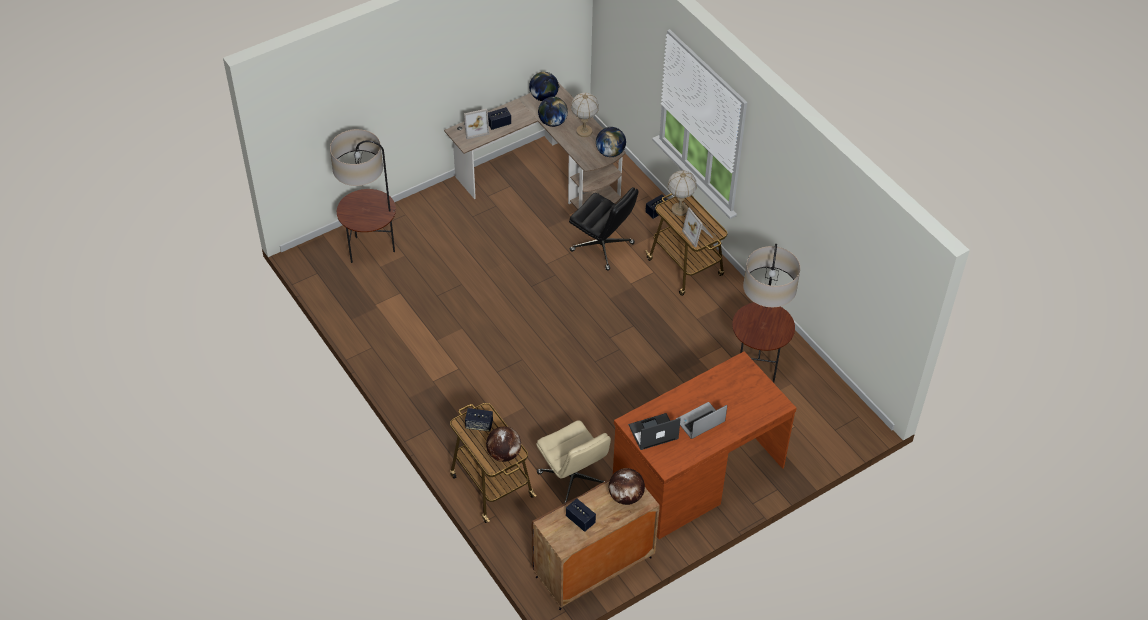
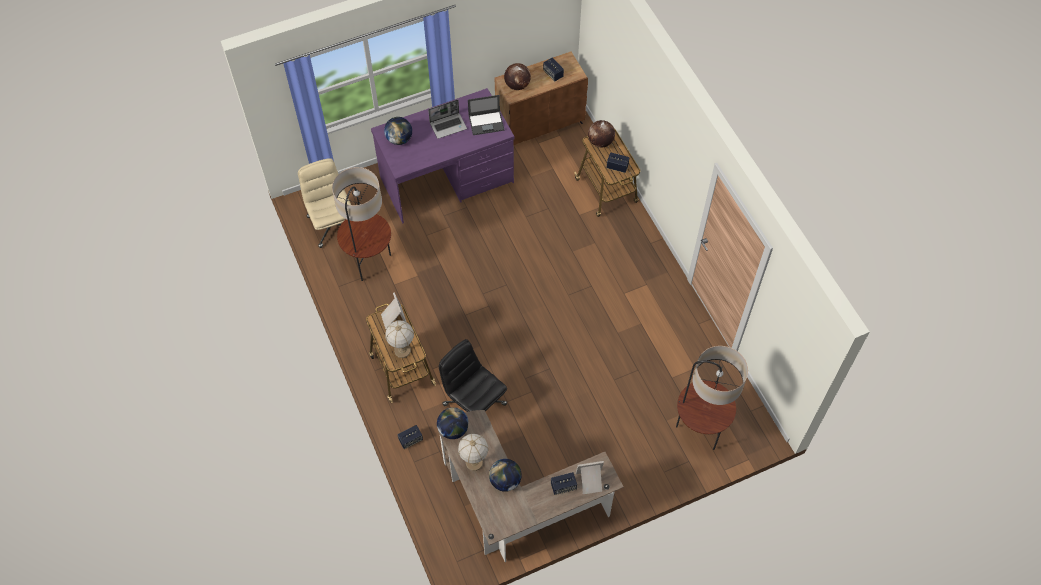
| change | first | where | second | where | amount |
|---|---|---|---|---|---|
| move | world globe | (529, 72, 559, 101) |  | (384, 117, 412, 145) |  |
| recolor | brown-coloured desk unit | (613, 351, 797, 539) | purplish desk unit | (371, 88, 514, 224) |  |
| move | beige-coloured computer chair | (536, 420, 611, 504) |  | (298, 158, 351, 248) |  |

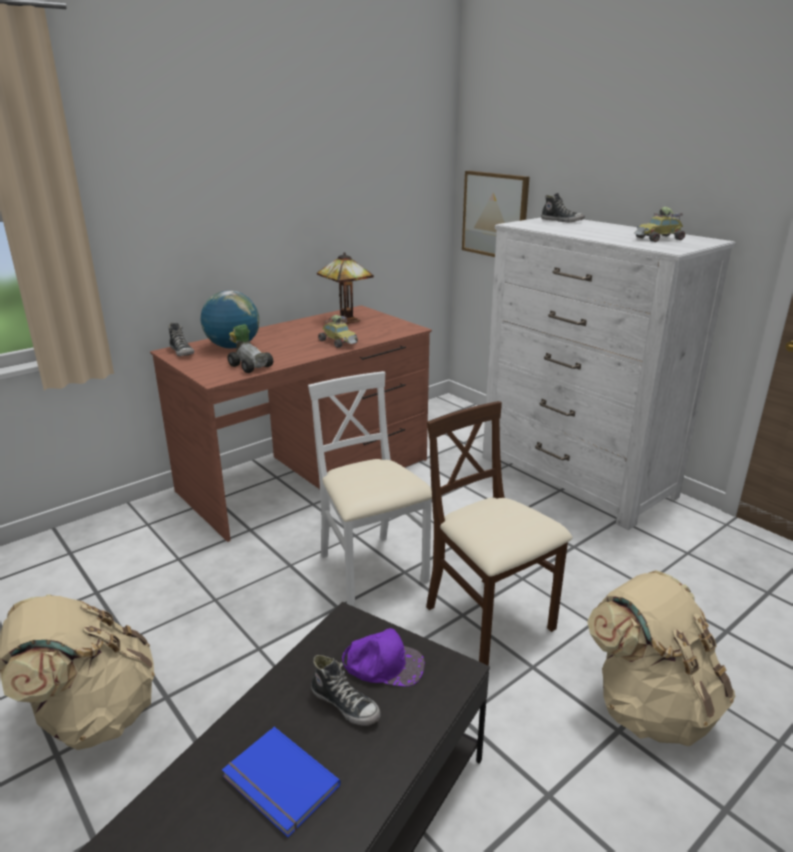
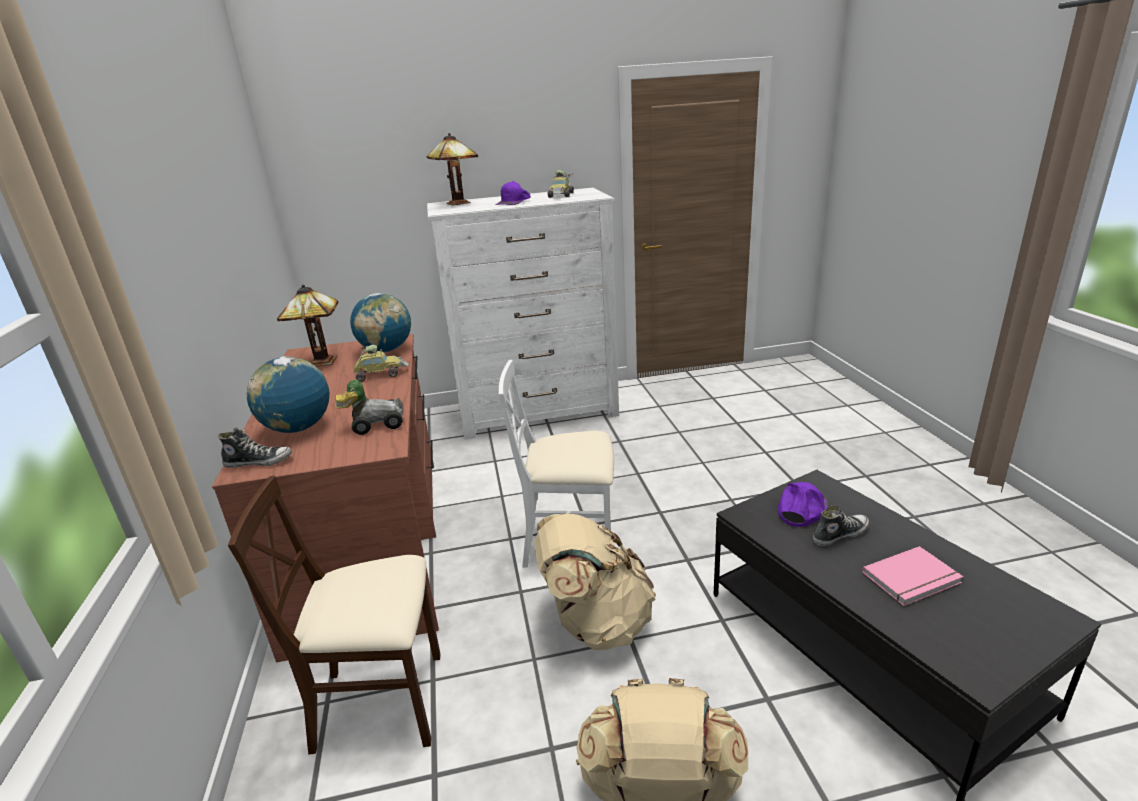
| change | first | where | second | where | amount |
|---|---|---|---|---|---|
| delete | picture | (462, 171, 529, 257) |  |  |  |
| replace | low shoe | (541, 193, 585, 223) | table lamp | (426, 133, 478, 206) |  |
| move | beige-coloured plain chair | (426, 401, 572, 666) |  | (228, 476, 441, 755) |  |
| move | beige-coloured knapsack | (587, 570, 735, 746) |  | (534, 513, 656, 650) |  |
| recolor | bluish book | (222, 727, 341, 837) | pinkish book | (862, 546, 963, 606) |  |
| insert |  |  | purplish peaked cap | (495, 181, 531, 205) |  |
| insert |  |  | world globe | (350, 293, 411, 352) |  |

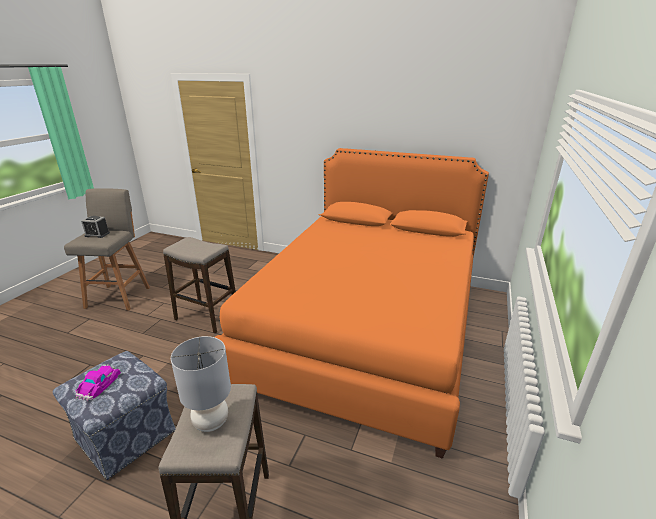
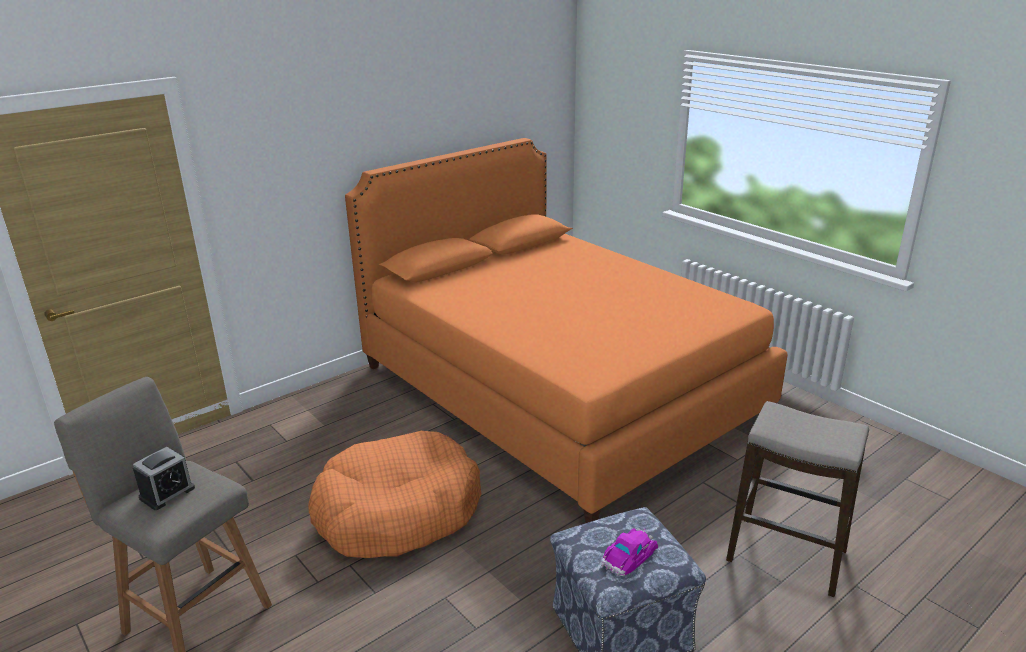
| change | first | where | second | where | amount |
|---|---|---|---|---|---|
| replace | stool seat | (163, 237, 236, 333) | orange pet bed | (308, 431, 482, 558) |  |
| delete | grey table lamp | (171, 336, 231, 432) |  |  |  |
| rotate | toy car | (75, 363, 121, 401) |  | (601, 528, 658, 576) | 90 degrees clockwise |

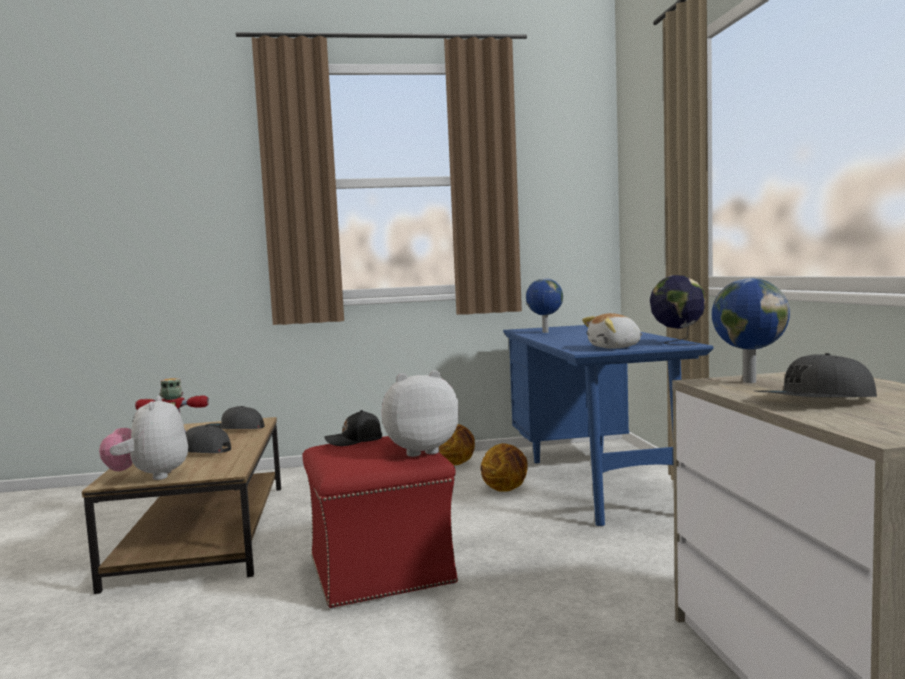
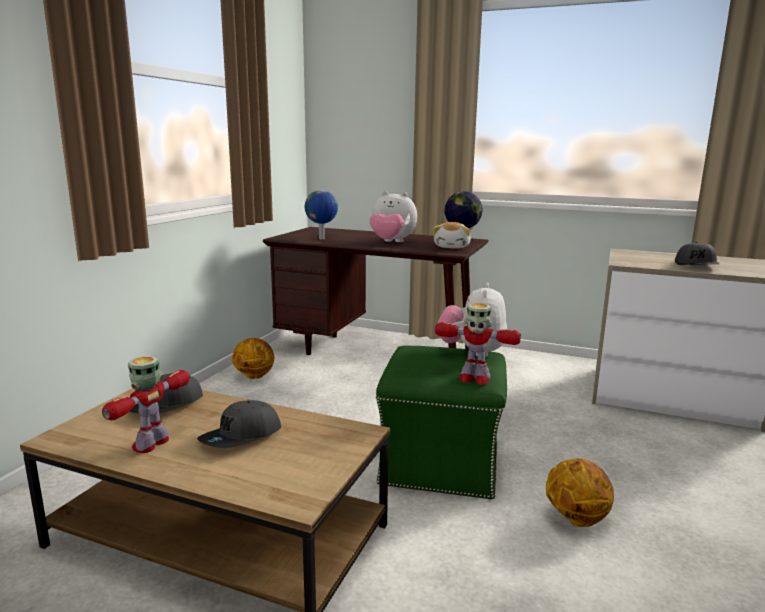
| change | first | where | second | where | amount |
|---|---|---|---|---|---|
| delete | world globe | (711, 278, 790, 383) |  |  |  |
| recolor | bluish desk unit | (503, 325, 714, 526) | brown-coloured desk unit | (263, 227, 489, 355) |  |
| move | soft toy | (99, 396, 188, 480) |  | (370, 191, 417, 242) |  |
| delete | blackish peaked cap | (324, 410, 382, 446) |  |  |  |
| recolor | reddish ottoman | (302, 436, 458, 609) | green-coloured ottoman | (376, 346, 507, 500) |  |
| move | ball for basketball | (480, 443, 528, 492) |  | (546, 458, 614, 527) |  |
| insert |  |  | robot figure | (435, 303, 521, 385) |  |

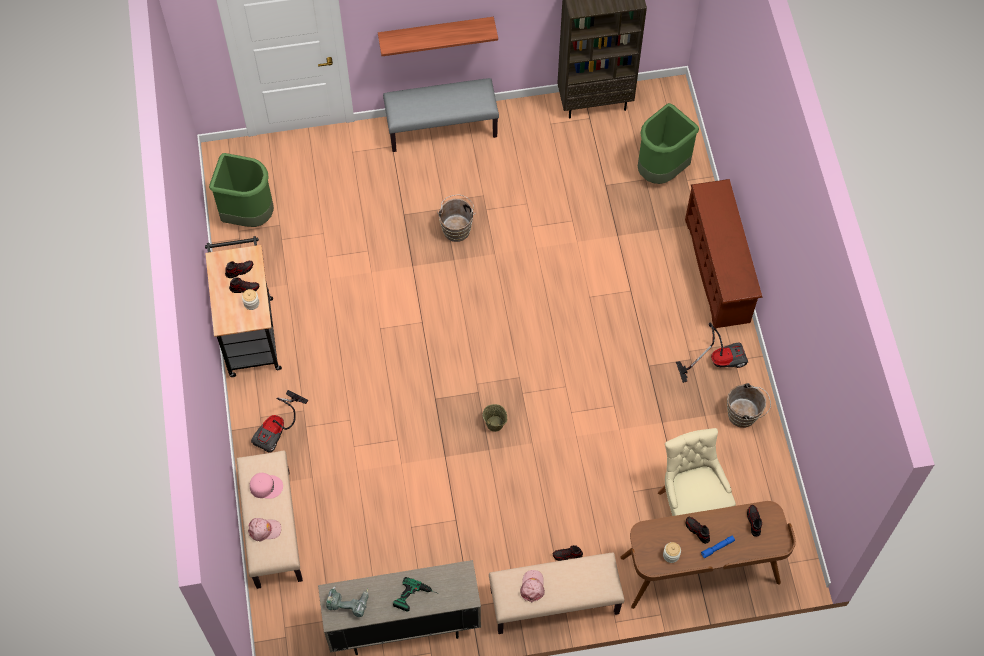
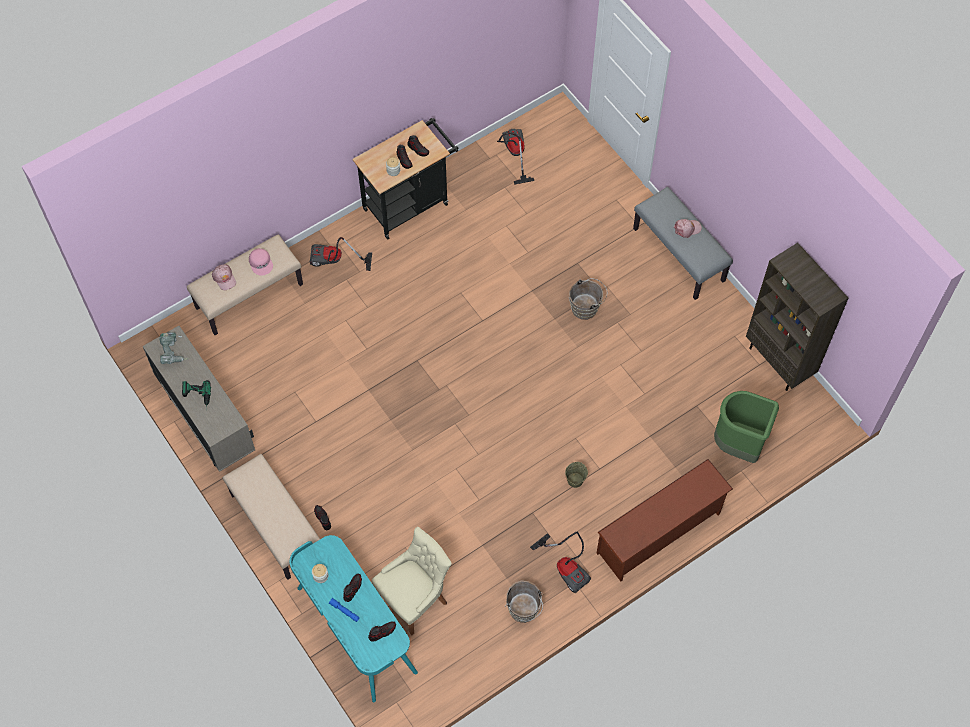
| change | first | where | second | where | amount |
|---|---|---|---|---|---|
| delete | bracket shelf | (378, 17, 498, 56) |  |  |  |
| replace | green-coloured trash can | (209, 153, 274, 227) | vacuum cleaner | (497, 129, 534, 185) |  |
| move | beige-coloured bucket | (483, 404, 507, 432) |  | (565, 462, 588, 488) |  |
| recolor | brown-coloured desk unit | (620, 501, 796, 609) | turquoise-coloured desk unit | (290, 535, 418, 702) |  |
| move | pinkish peaked cap | (520, 570, 545, 603) |  | (674, 219, 702, 238) |  |

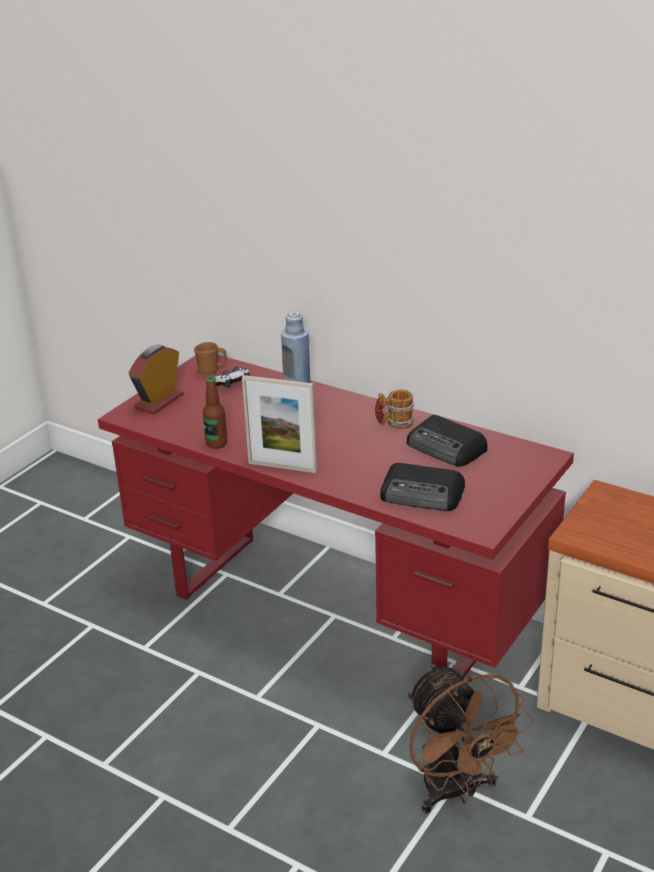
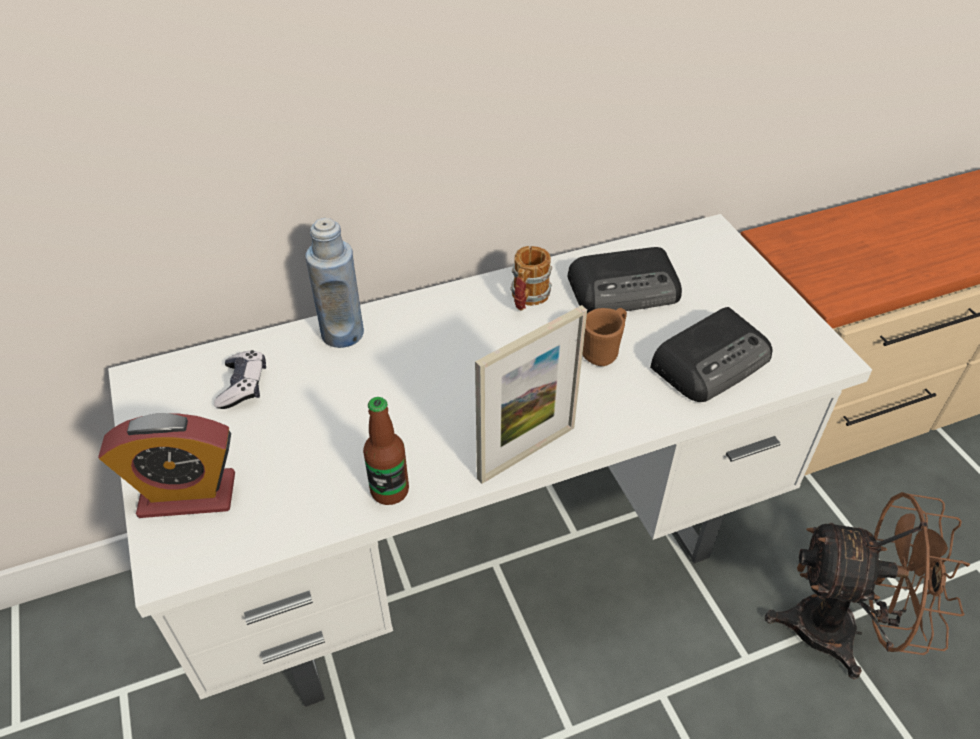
| change | first | where | second | where | amount |
|---|---|---|---|---|---|
| move | brown-coloured tea mug | (194, 342, 226, 374) |  | (582, 308, 627, 366) |  |
| rotate | alarm clock | (129, 344, 183, 414) |  | (98, 413, 235, 518) | 75 degrees counterclockwise |
| recolor | reddish desk unit | (98, 355, 574, 678) | white-coloured desk unit | (108, 214, 872, 707) |  |

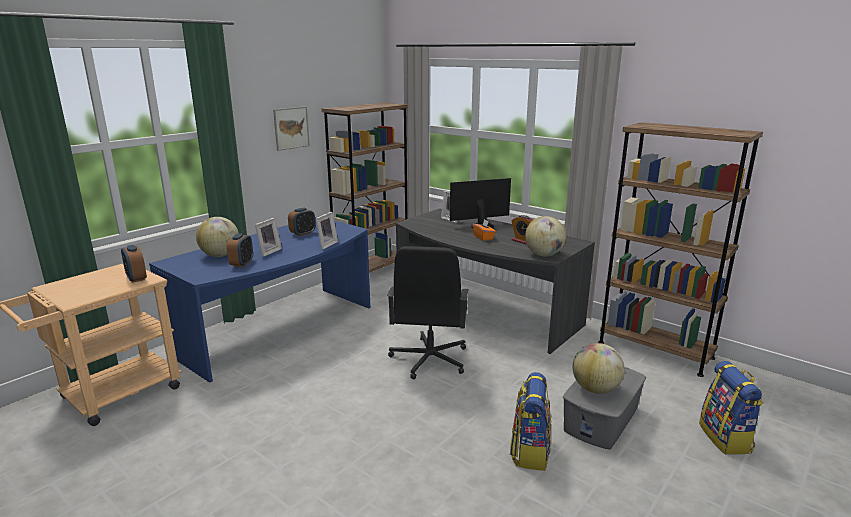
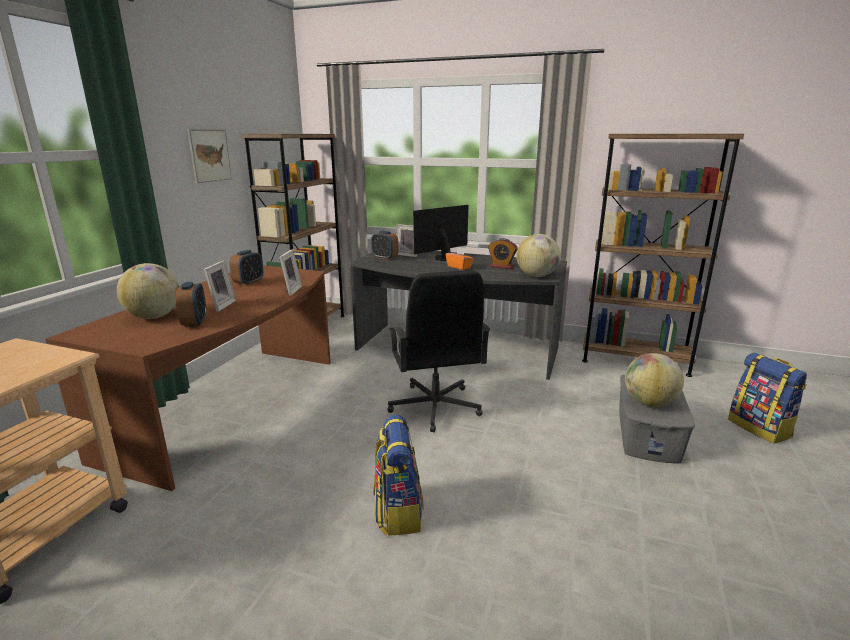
| change | first | where | second | where | amount |
|---|---|---|---|---|---|
| recolor | bluish desk unit | (149, 216, 370, 383) | brown-coloured desk unit | (45, 265, 331, 491) |  |
| move | alarm clock | (121, 245, 147, 283) |  | (371, 231, 399, 260) |  |
| move | knapsack | (510, 372, 551, 471) |  | (373, 414, 424, 536) |  |

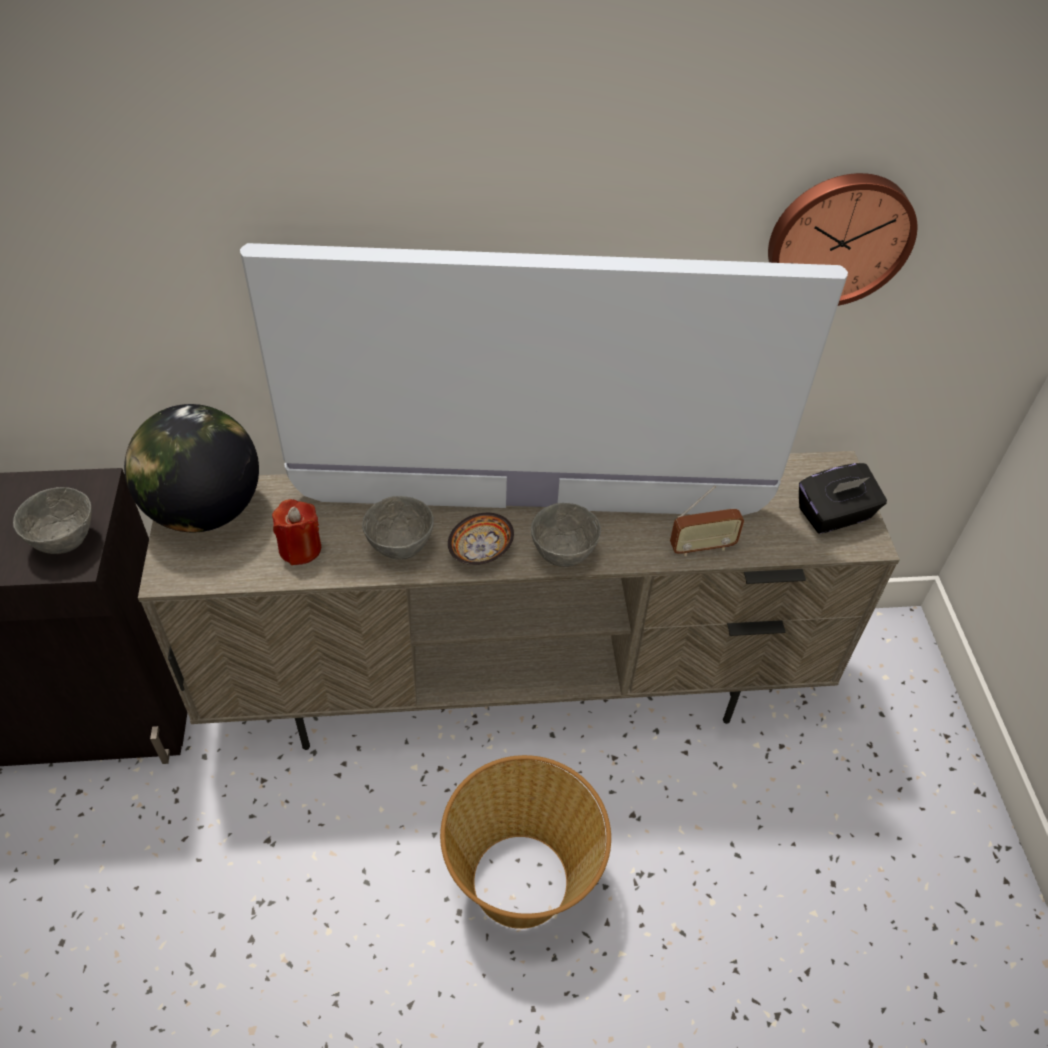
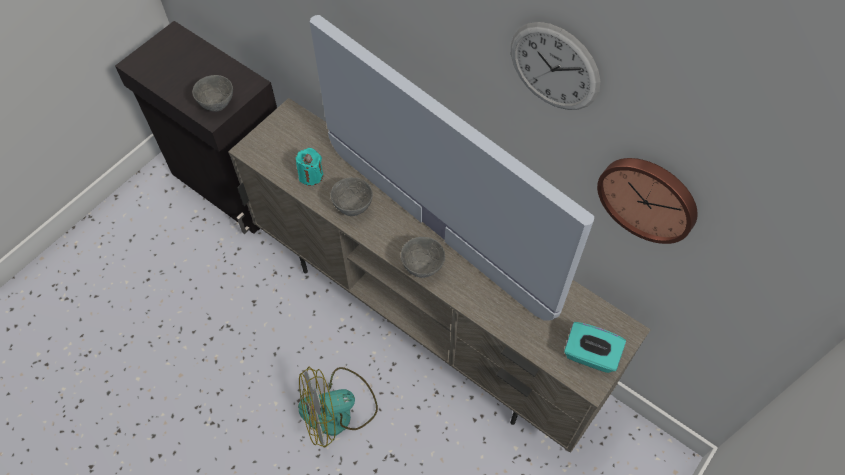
| change | first | where | second | where | amount |
|---|---|---|---|---|---|
| delete | world globe | (124, 404, 259, 532) |  |  |  |
| recolor | blackish box of tissues | (799, 463, 887, 534) | turquoise-coloured box of tissues | (564, 322, 626, 373) |  |
| delete | radio | (670, 486, 744, 556) |  |  |  |
| recolor | reddish wax light | (272, 499, 321, 565) | turquoise-coloured wax light | (296, 148, 323, 186) |  |
| delete | bowl | (448, 513, 514, 565) |  |  |  |
| replace | storage basket | (440, 755, 611, 929) | cooling fan | (298, 367, 378, 448) |  |
| insert |  |  | wall clock | (511, 22, 601, 110) |  |

